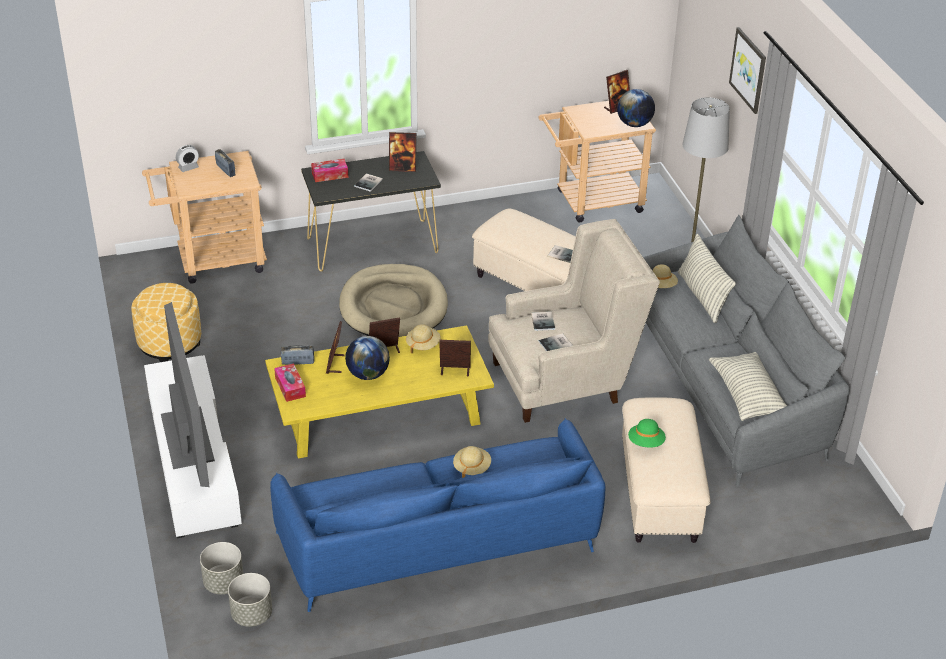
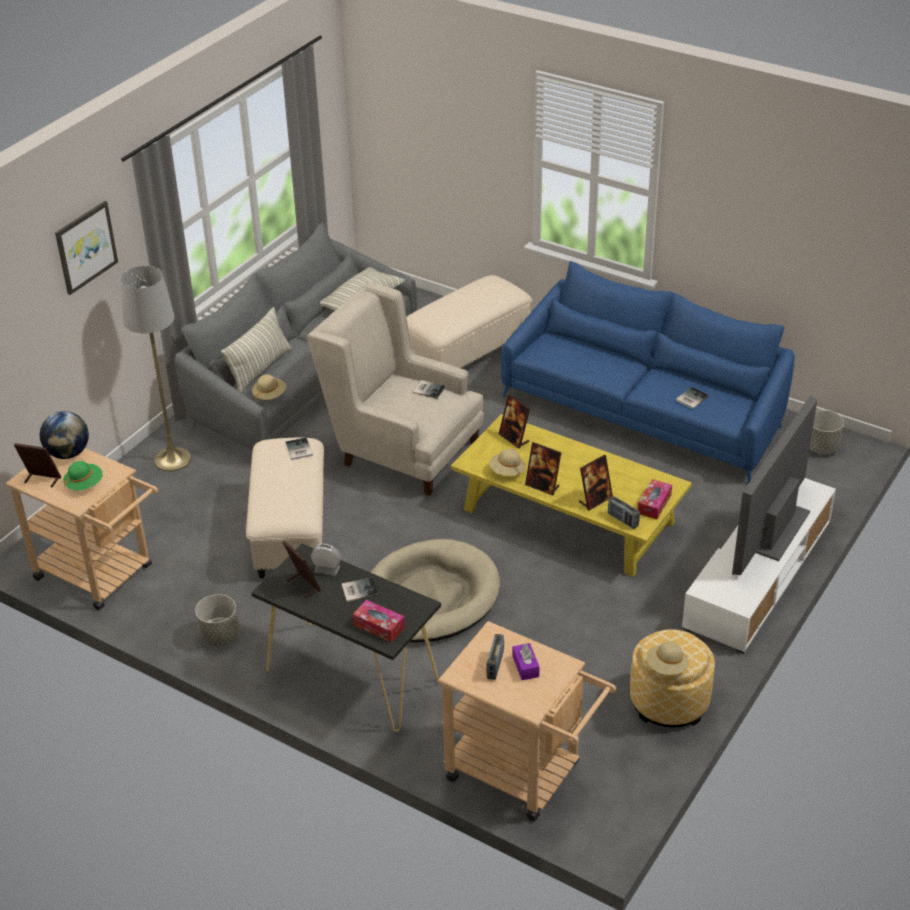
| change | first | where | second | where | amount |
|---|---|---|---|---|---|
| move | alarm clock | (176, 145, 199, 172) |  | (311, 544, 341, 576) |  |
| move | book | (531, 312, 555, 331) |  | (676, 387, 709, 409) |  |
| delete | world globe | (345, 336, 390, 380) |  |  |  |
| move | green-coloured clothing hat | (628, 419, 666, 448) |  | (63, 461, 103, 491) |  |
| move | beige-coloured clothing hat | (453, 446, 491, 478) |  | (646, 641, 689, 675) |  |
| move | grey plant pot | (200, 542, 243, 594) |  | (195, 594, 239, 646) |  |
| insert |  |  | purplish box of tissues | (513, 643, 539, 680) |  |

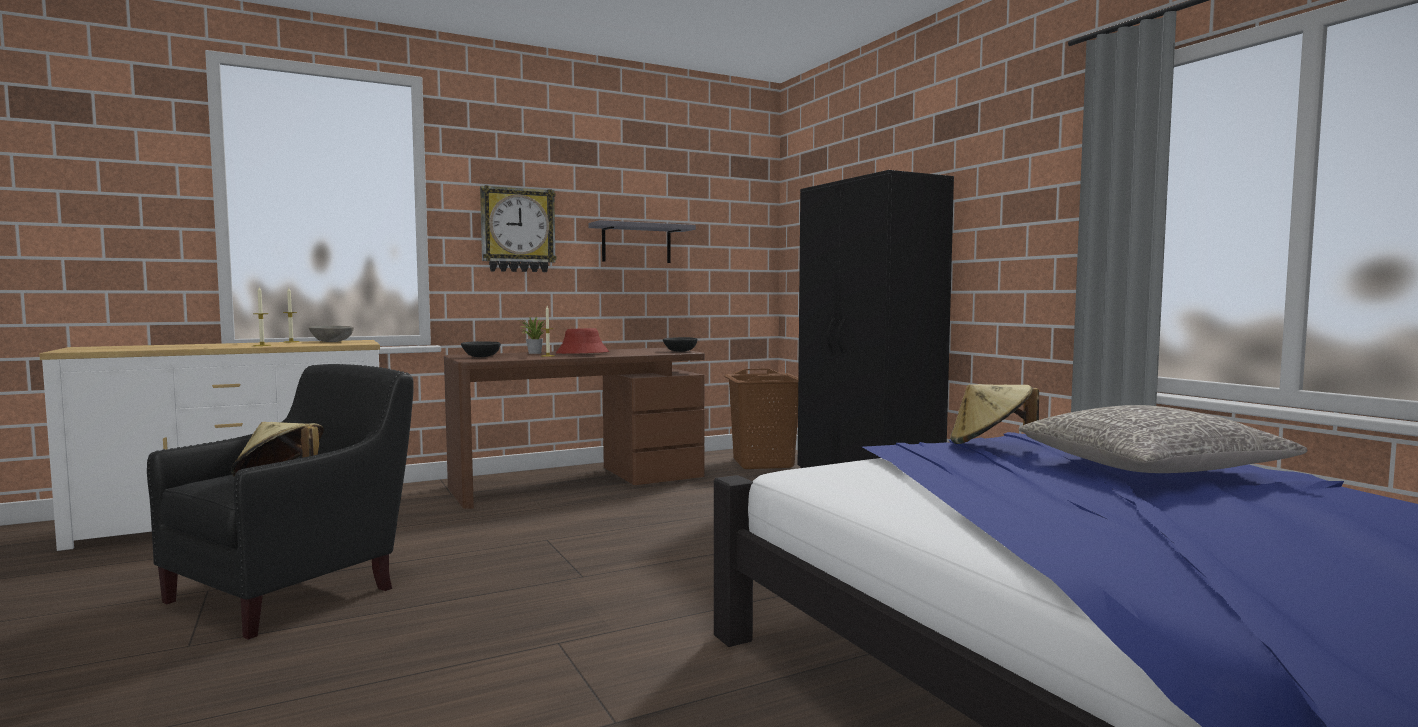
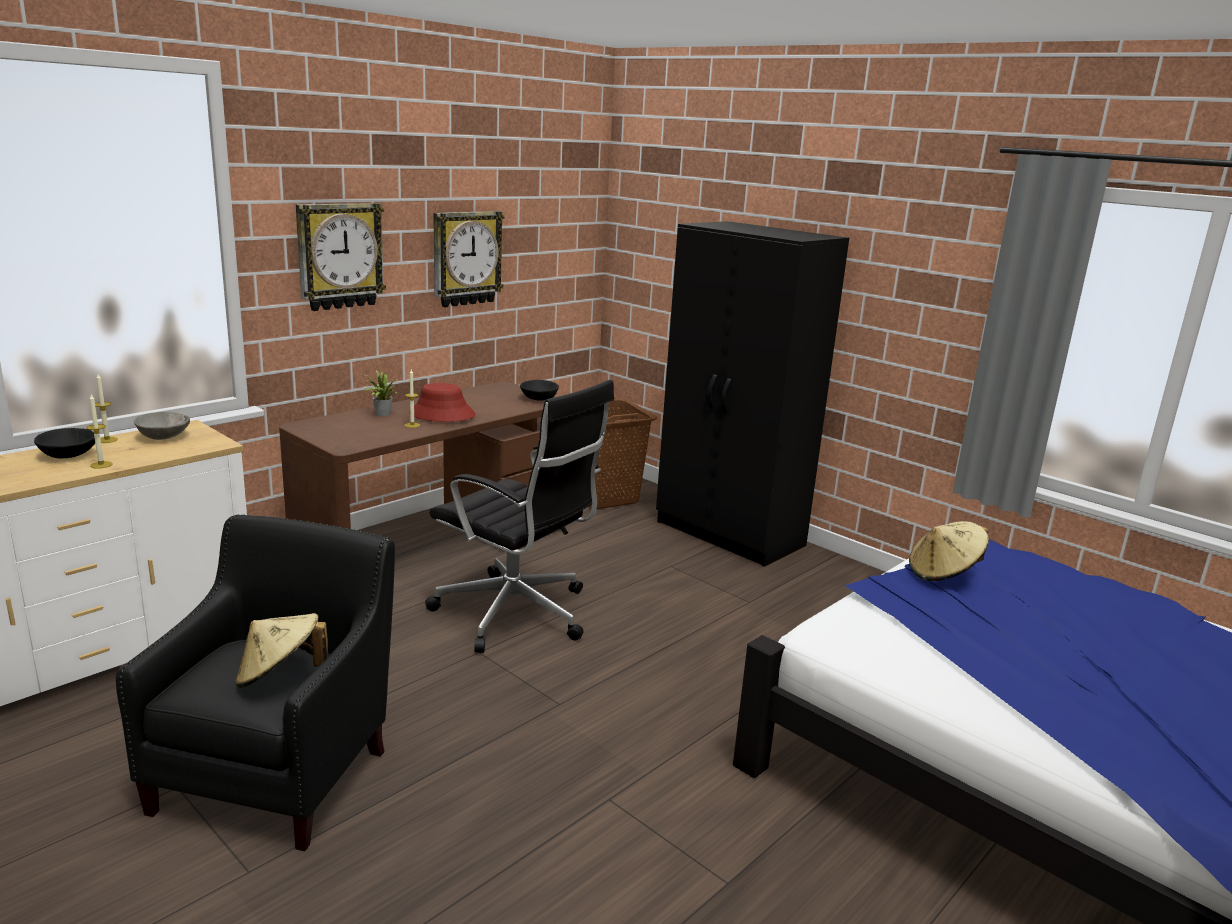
| change | first | where | second | where | amount |
|---|---|---|---|---|---|
| replace | grey bracket shelf | (588, 220, 696, 263) | wall clock | (434, 211, 505, 307) |  |
| move | blackish bowl | (461, 341, 501, 357) |  | (34, 428, 95, 458) |  |
| delete | grey throw pillow | (1019, 405, 1307, 473) |  |  |  |
| insert |  |  | blackish computer chair | (425, 380, 614, 653) |  |

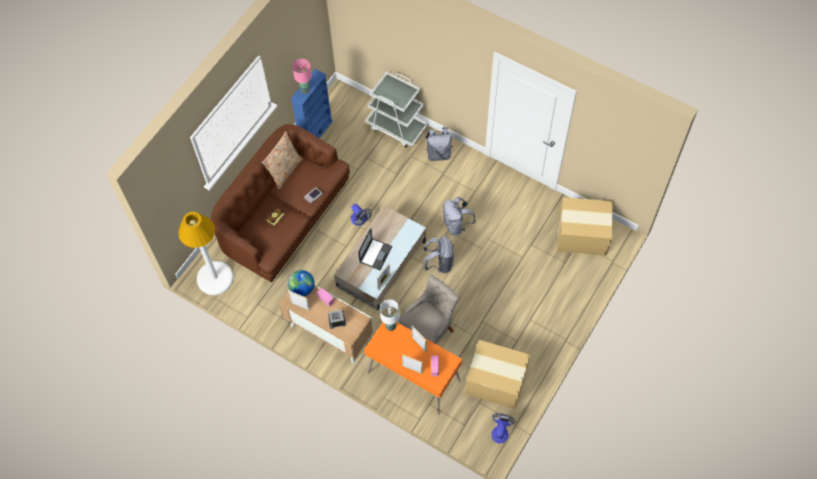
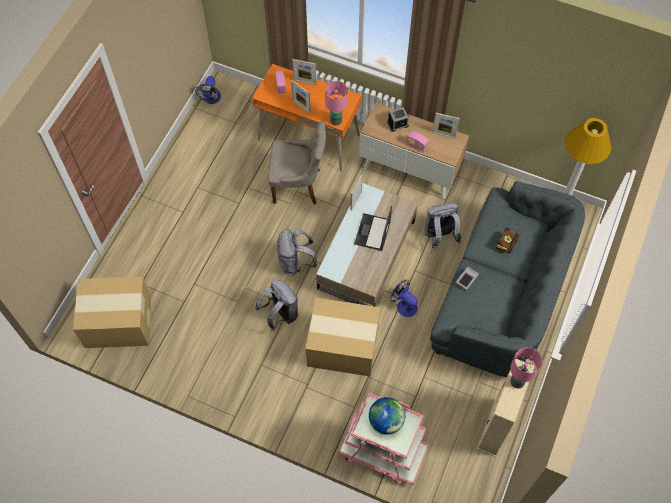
| change | first | where | second | where | amount |
|---|---|---|---|---|---|
| recolor | bluish shelving unit | (291, 69, 333, 138) | beige-coloured shelving unit | (477, 359, 535, 456) |  |
| recolor | white-coloured trolley | (365, 72, 428, 147) | pinkish trolley | (338, 393, 429, 485) |  |
| recolor | brown-coloured sofa | (211, 124, 350, 283) | grey sofa | (430, 181, 585, 377) |  |
| move | grey knapsack | (425, 127, 452, 161) |  | (424, 203, 461, 249) |  |
| delete | beige-coloured throw pillow | (262, 131, 303, 190) |  |  |  |
| move | world globe | (288, 270, 315, 296) |  | (369, 397, 405, 435) |  |
| rotate | grey plain chair | (399, 274, 459, 344) |  | (268, 121, 326, 205) | 120 degrees counterclockwise |
| recolor | white-coloured table lamp | (380, 299, 400, 331) | pinkish table lamp | (325, 81, 348, 125) |  |
| move | carton | (465, 340, 530, 409) |  | (306, 297, 380, 376) |  |

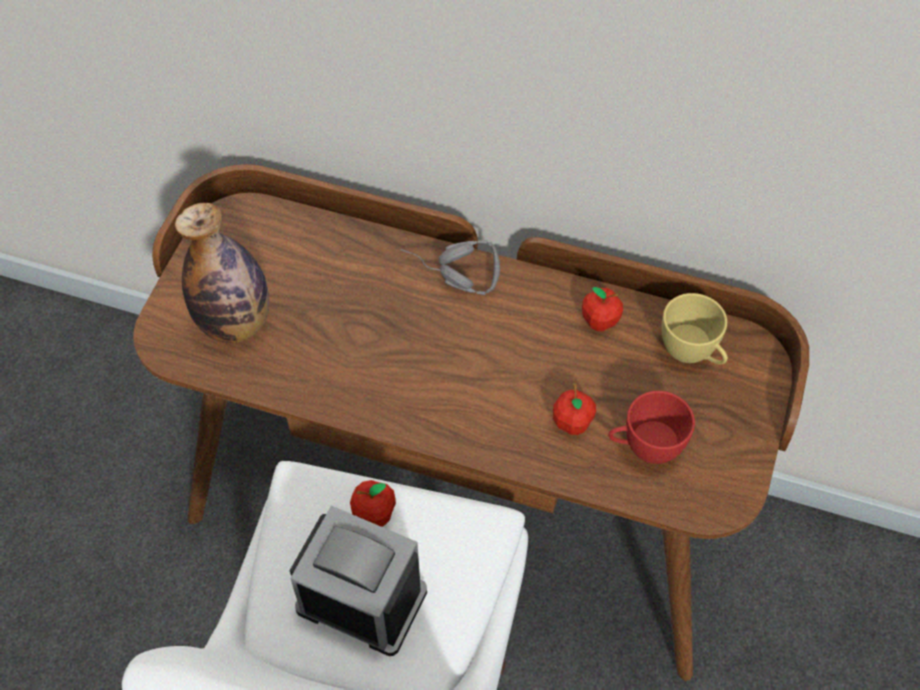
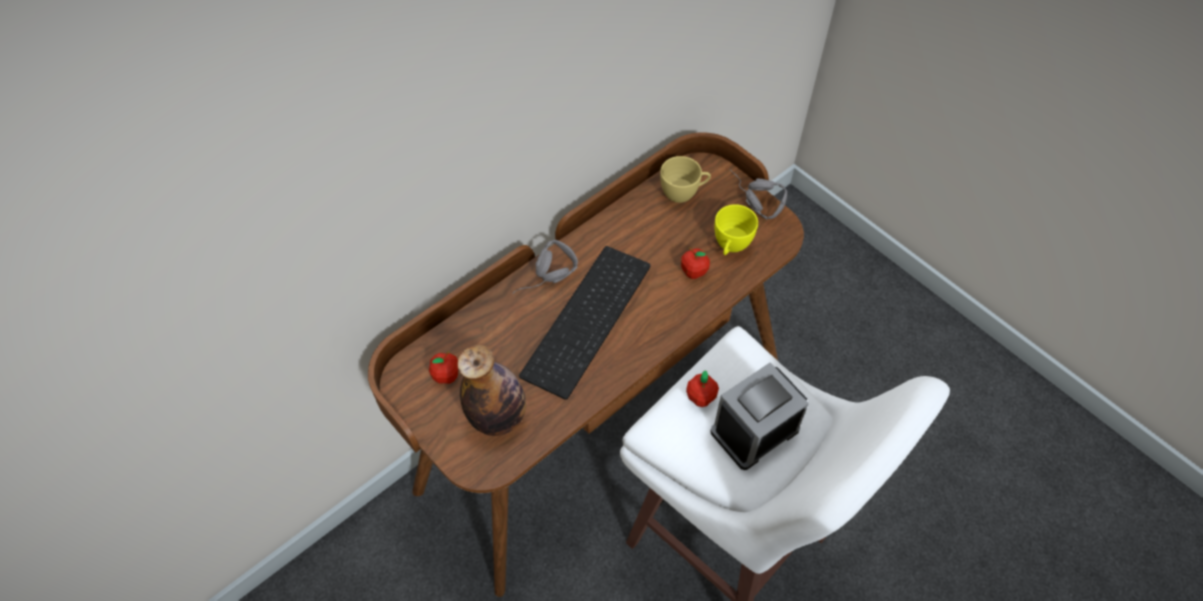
| change | first | where | second | where | amount |
|---|---|---|---|---|---|
| move | apple fruit | (582, 287, 623, 331) |  | (429, 351, 458, 384) |  |
| recolor | reddish drinking cup | (608, 391, 695, 464) | yellow drinking cup | (715, 204, 758, 255) |  |
| insert |  |  | grey headphones | (730, 170, 787, 220) |  |
| insert |  |  | computer keyboard | (519, 246, 651, 400) |  |

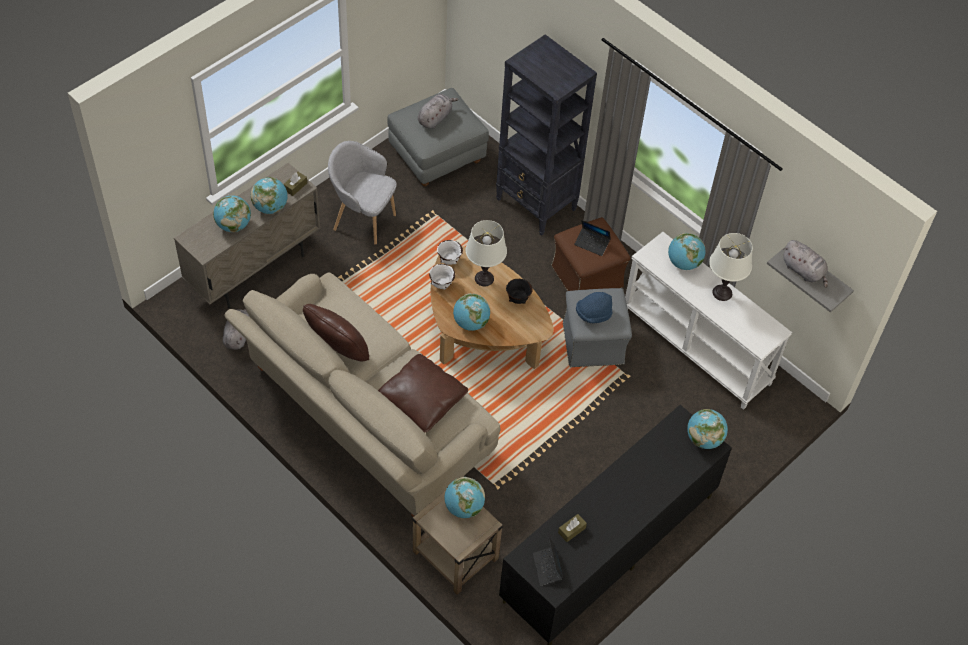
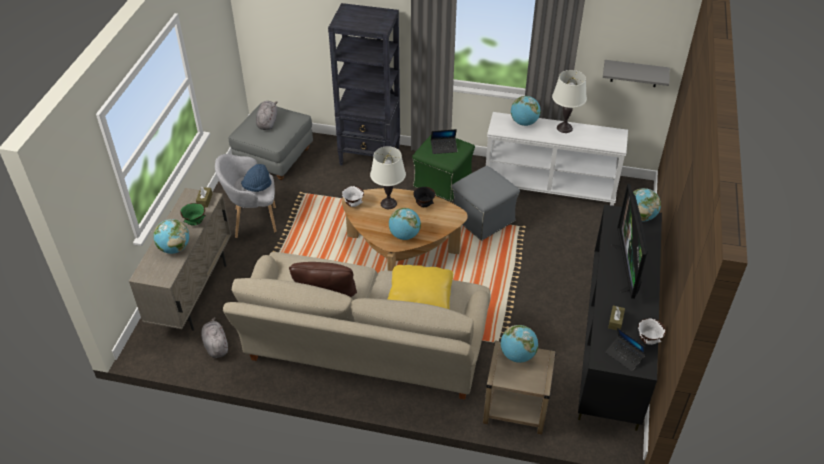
| change | first | where | second | where | amount |
|---|---|---|---|---|---|
| replace | world globe | (251, 177, 288, 214) | green-coloured bowl | (180, 203, 206, 226) |  |
| recolor | brown-coloured ottoman | (551, 217, 631, 291) | green-coloured ottoman | (412, 135, 475, 201) |  |
| delete | grey soft toy | (783, 240, 828, 288) |  |  |  |
| move | white-coloured bowl | (429, 264, 455, 290) |  | (638, 318, 666, 345) |  |
| move | bluish clothing hat | (576, 292, 612, 323) |  | (241, 164, 272, 192) |  |
| recolor | brown-coloured throw pillow | (378, 354, 468, 432) | yellow throw pillow | (387, 265, 453, 309) |  |
| insert |  |  | television | (611, 184, 648, 299) |  |

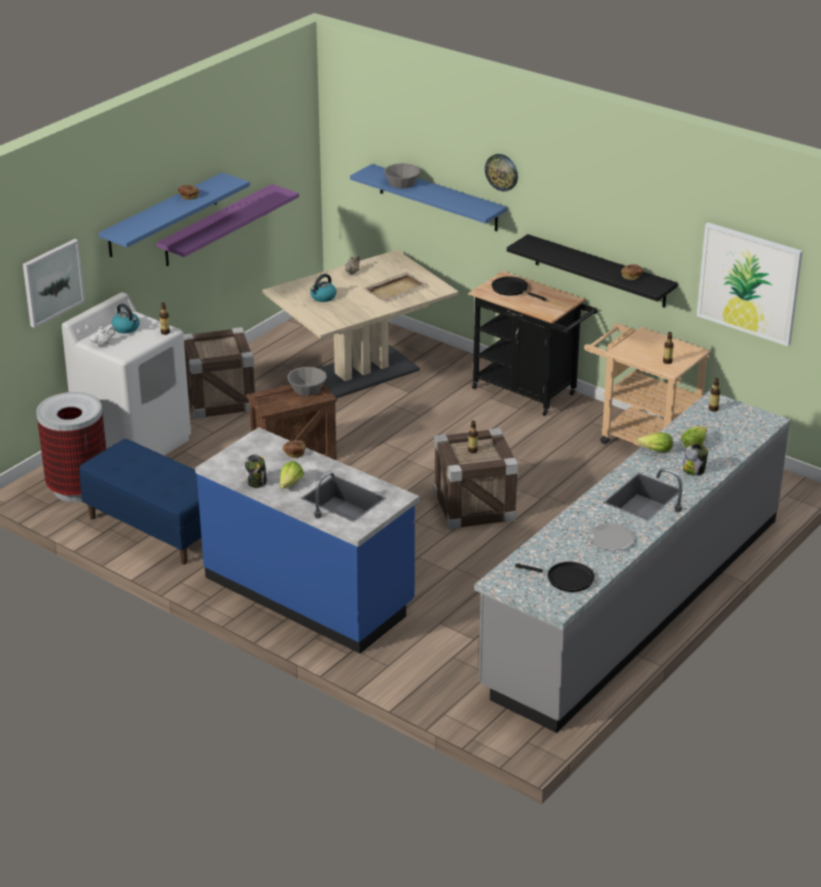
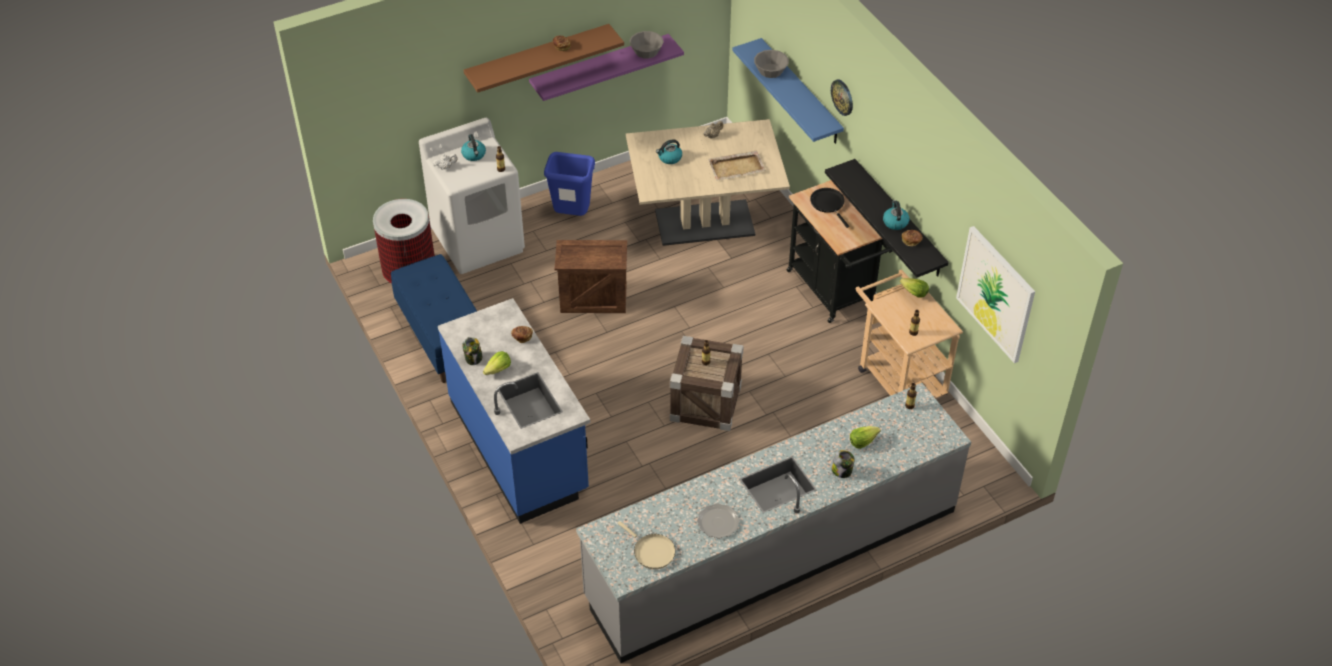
| change | first | where | second | where | amount |
|---|---|---|---|---|---|
| recolor | bluish bracket shelf | (99, 172, 250, 257) | brown-coloured bracket shelf | (463, 24, 624, 93) |  |
| delete | picture | (23, 239, 85, 328) |  |  |  |
| replace | crate | (183, 327, 255, 419) | bluish trash can | (544, 152, 595, 216) |  |
| move | grey bowl | (287, 367, 327, 396) |  | (630, 31, 664, 59) |  |
| move | head of lettuce | (637, 433, 673, 452) |  | (900, 278, 929, 298) |  |
| recolor | blackish pan | (515, 562, 594, 592) | beige-coloured pan | (618, 521, 675, 569) |  |
| insert |  |  | water kettle | (883, 200, 909, 230) |  |

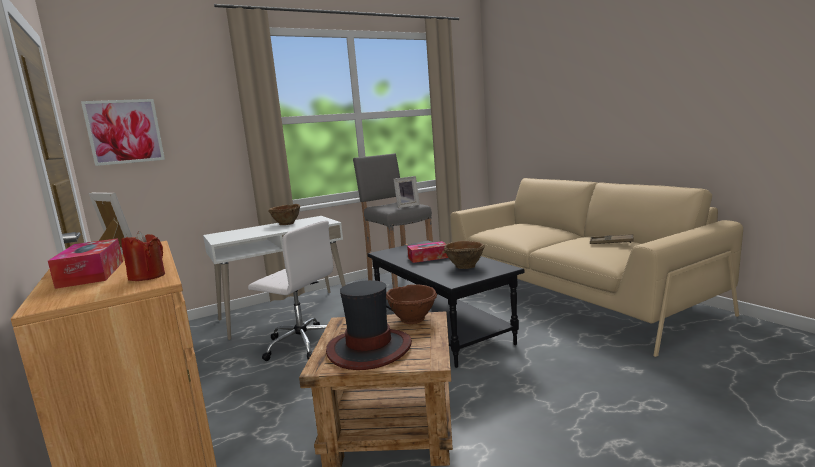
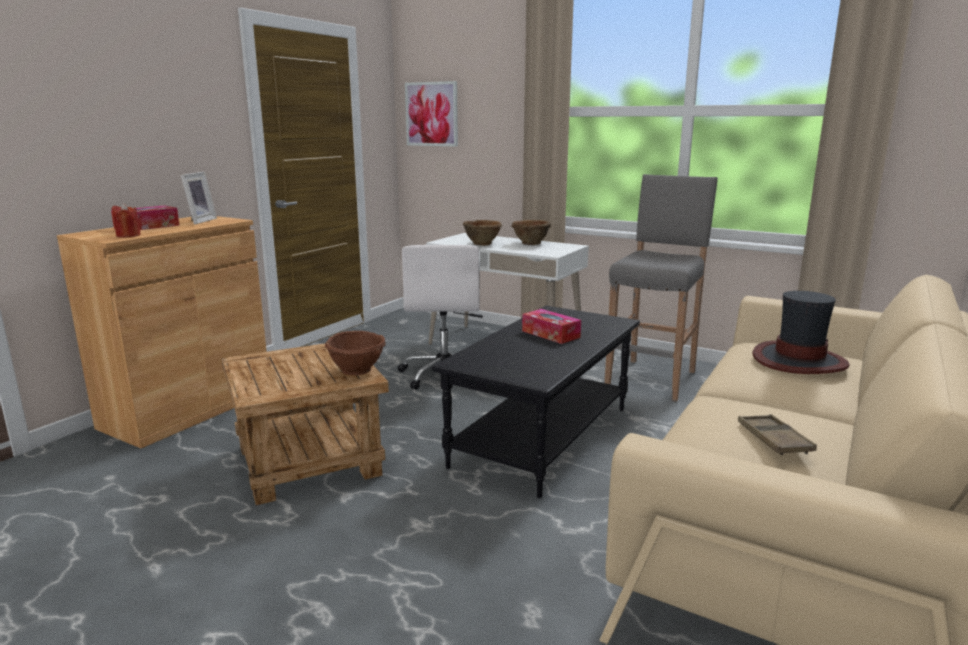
| change | first | where | second | where | amount |
|---|---|---|---|---|---|
| delete | standing frame | (394, 176, 420, 208) |  |  |  |
| move | brown-coloured bowl | (444, 241, 485, 269) |  | (463, 220, 502, 246) |  |
| move | clothing hat | (326, 280, 412, 370) |  | (753, 291, 849, 374) |  |

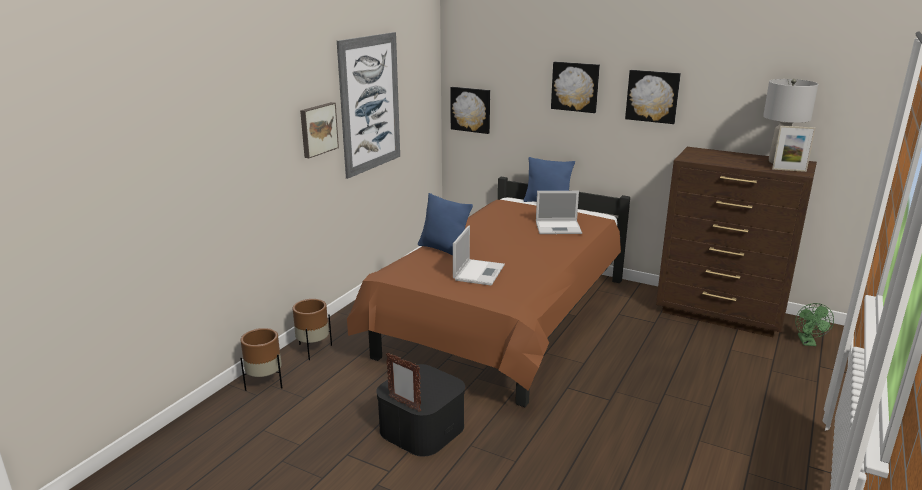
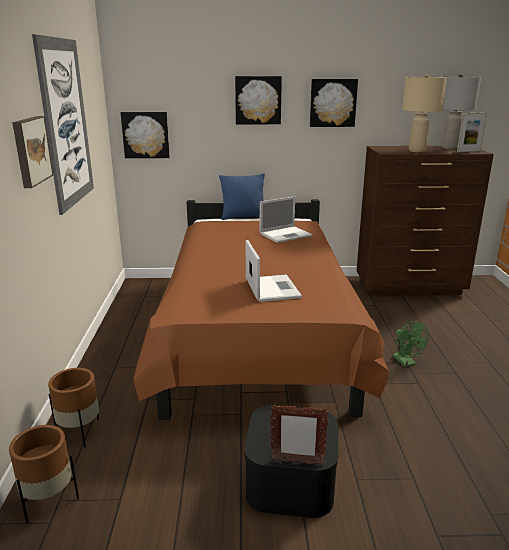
| change | first | where | second | where | amount |
|---|---|---|---|---|---|
| delete | bluish throw pillow | (418, 193, 473, 255) |  |  |  |
| move | green-coloured cooling fan | (795, 303, 834, 346) |  | (393, 321, 429, 367) |  |
| insert |  |  | beige-coloured table lamp | (402, 74, 447, 152) |  |

